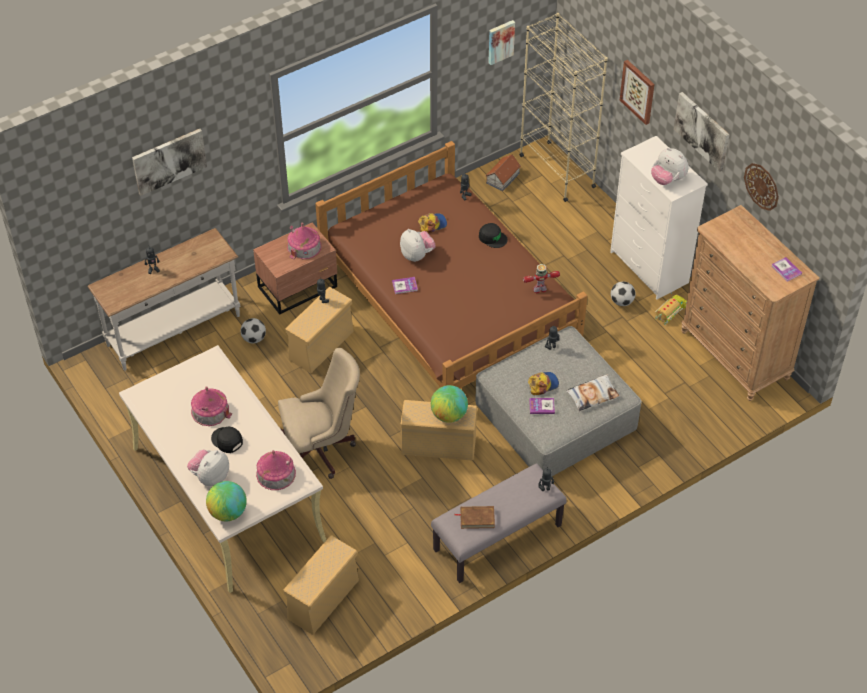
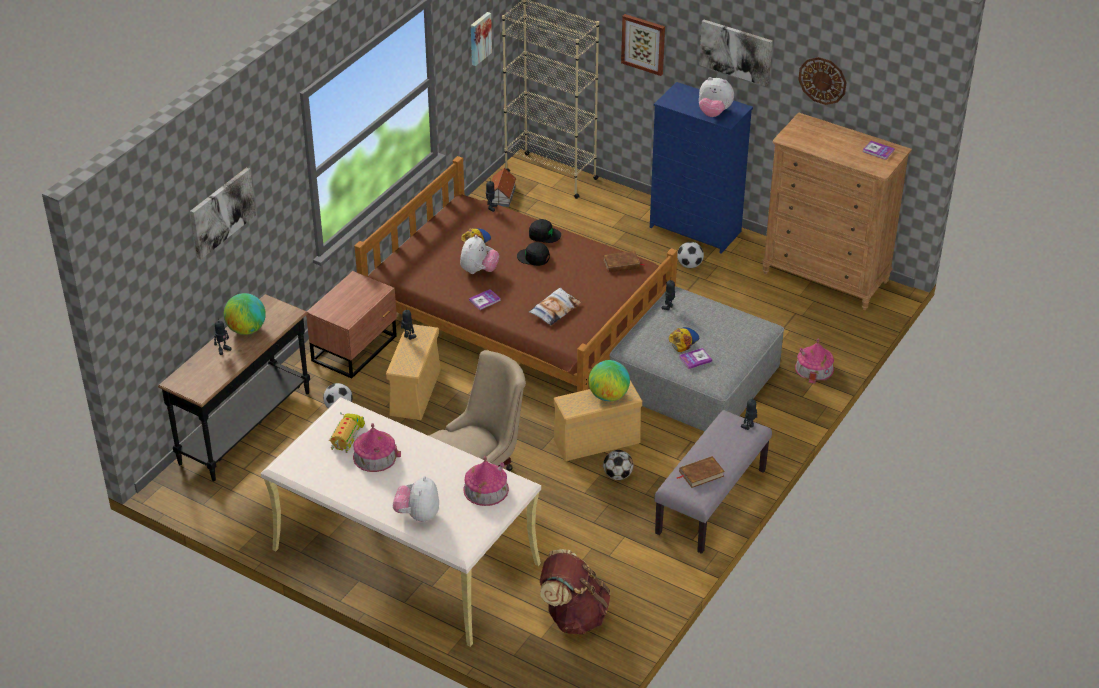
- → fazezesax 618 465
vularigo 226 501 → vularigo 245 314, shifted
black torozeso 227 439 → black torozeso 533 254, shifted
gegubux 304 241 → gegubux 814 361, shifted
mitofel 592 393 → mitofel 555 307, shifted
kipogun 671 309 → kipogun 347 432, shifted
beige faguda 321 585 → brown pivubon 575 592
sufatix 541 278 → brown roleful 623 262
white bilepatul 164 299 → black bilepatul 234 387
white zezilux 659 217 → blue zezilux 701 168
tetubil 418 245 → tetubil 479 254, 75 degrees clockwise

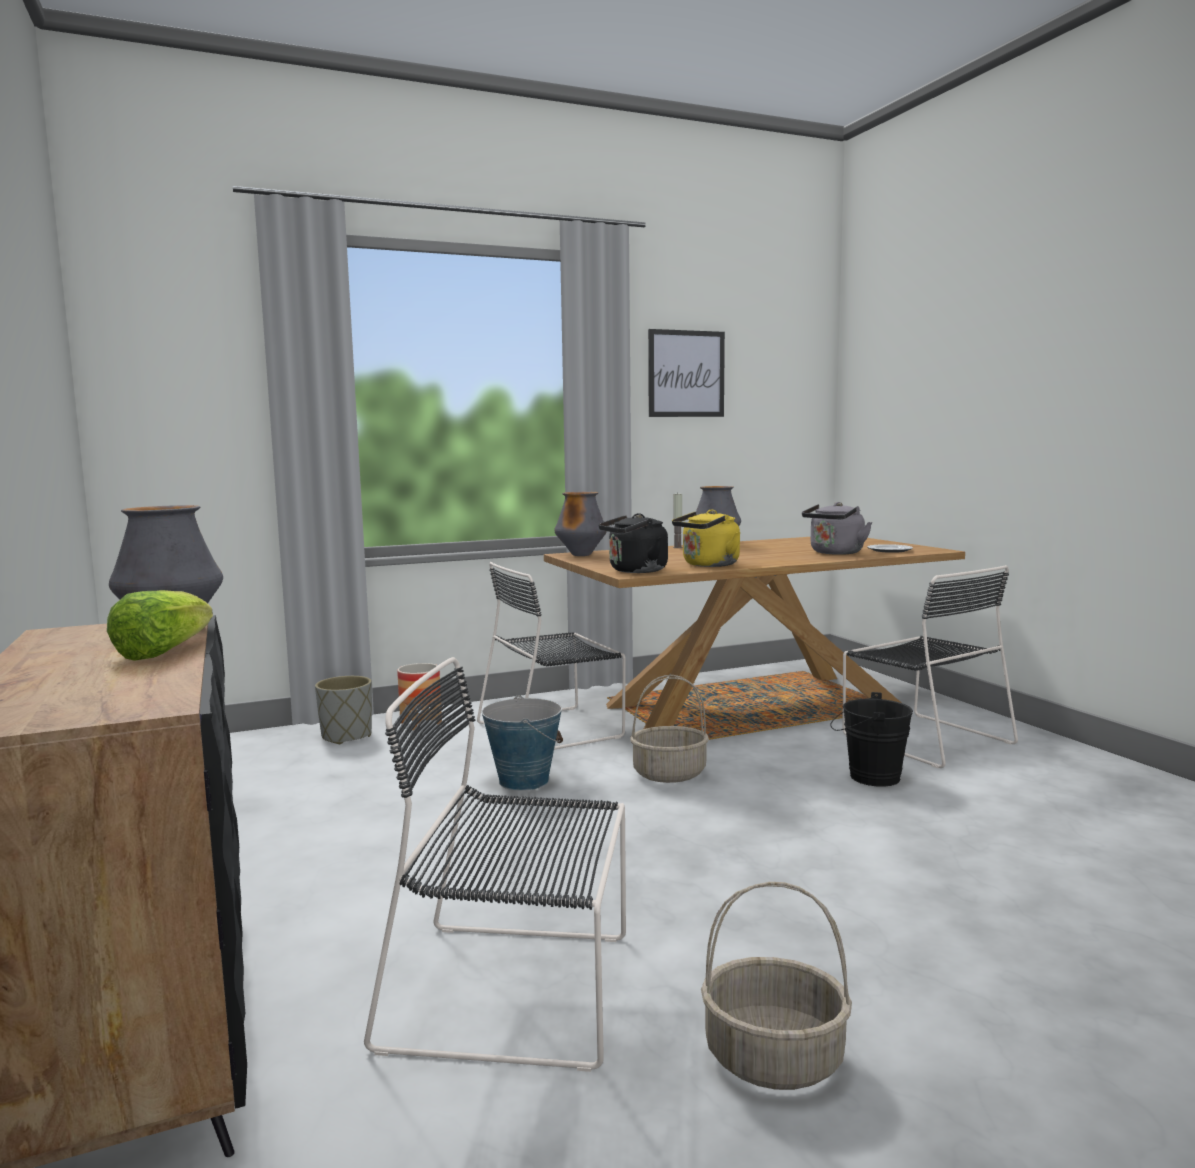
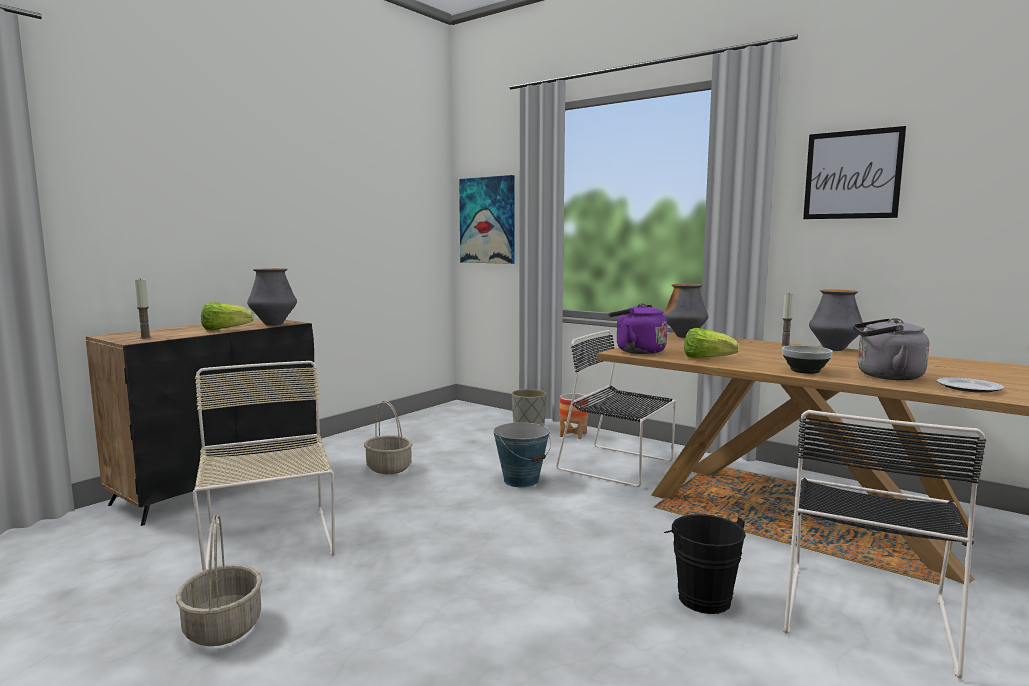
- → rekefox 143 309
- → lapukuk 487 219
- → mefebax 807 359
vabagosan 669 729 → vabagosan 388 437, shifted
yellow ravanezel 706 538 → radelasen 711 343
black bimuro 495 864 → beige bimuro 264 466
black ravanezel 633 543 → purple ravanezel 637 328

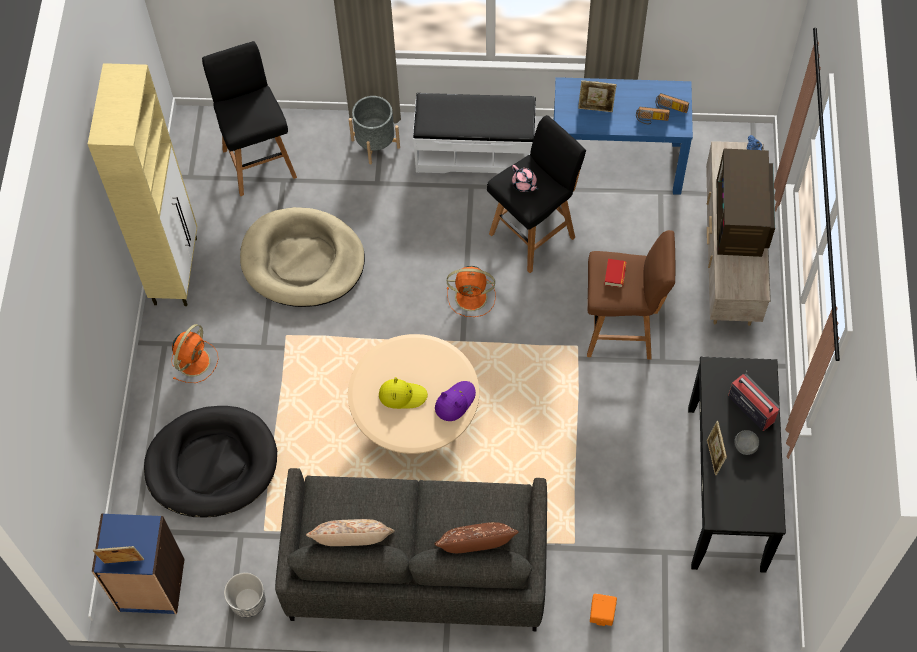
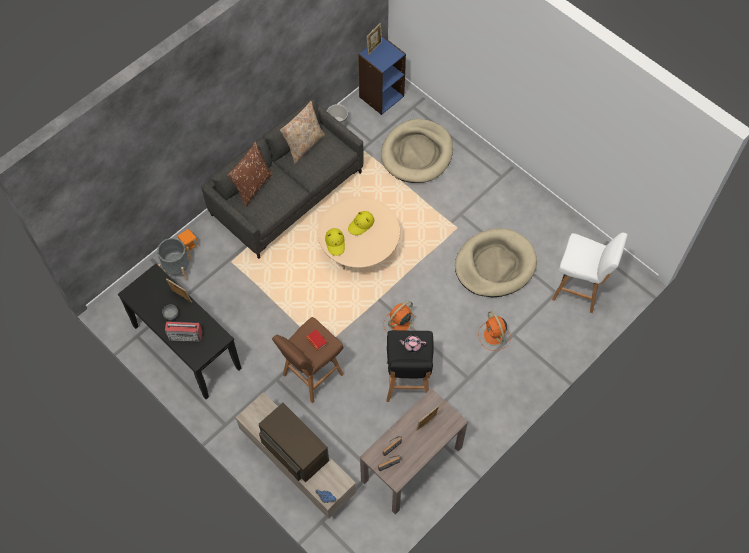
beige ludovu 142 184 → -
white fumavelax 474 133 → -
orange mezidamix 195 353 → orange mezidamix 494 331, shifted
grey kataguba 374 130 → grey kataguba 174 259, shifted
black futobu 210 461 → beige futobu 417 151
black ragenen 249 118 → white ragenen 590 273
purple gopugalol 455 401 → yellow gopugalol 335 242
blue bilepatul 623 136 → brown bilepatul 413 451

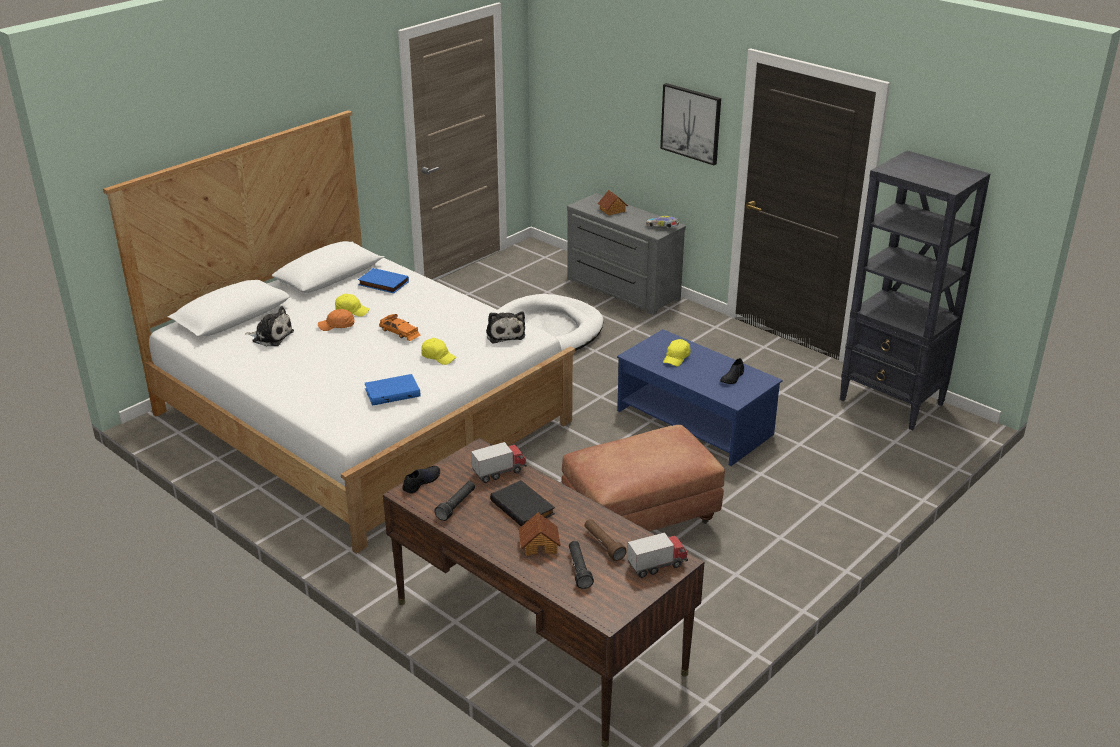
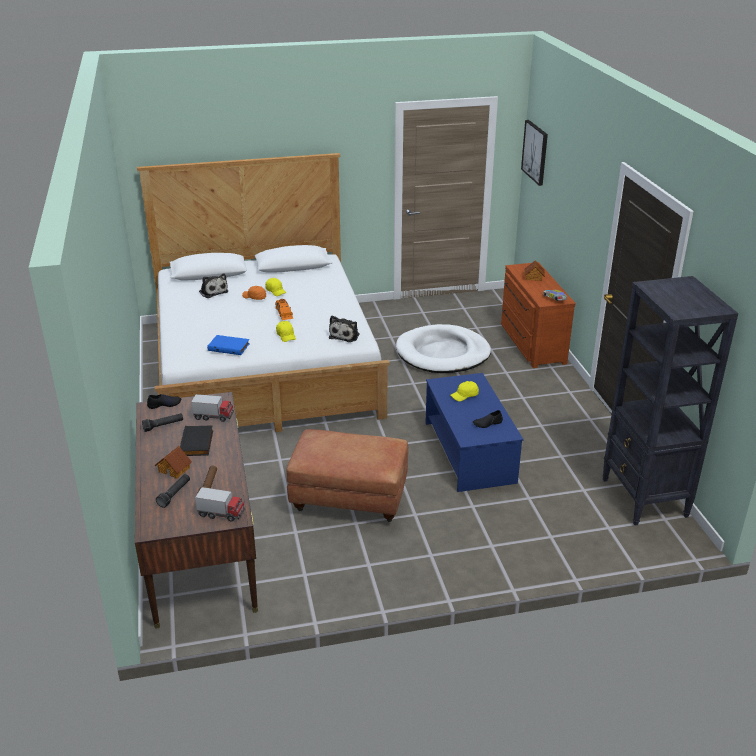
blue roleful 383 280 → -
lapukuk 690 124 → lapukuk 534 153, shifted
grey zezilux 626 254 → brown zezilux 538 315

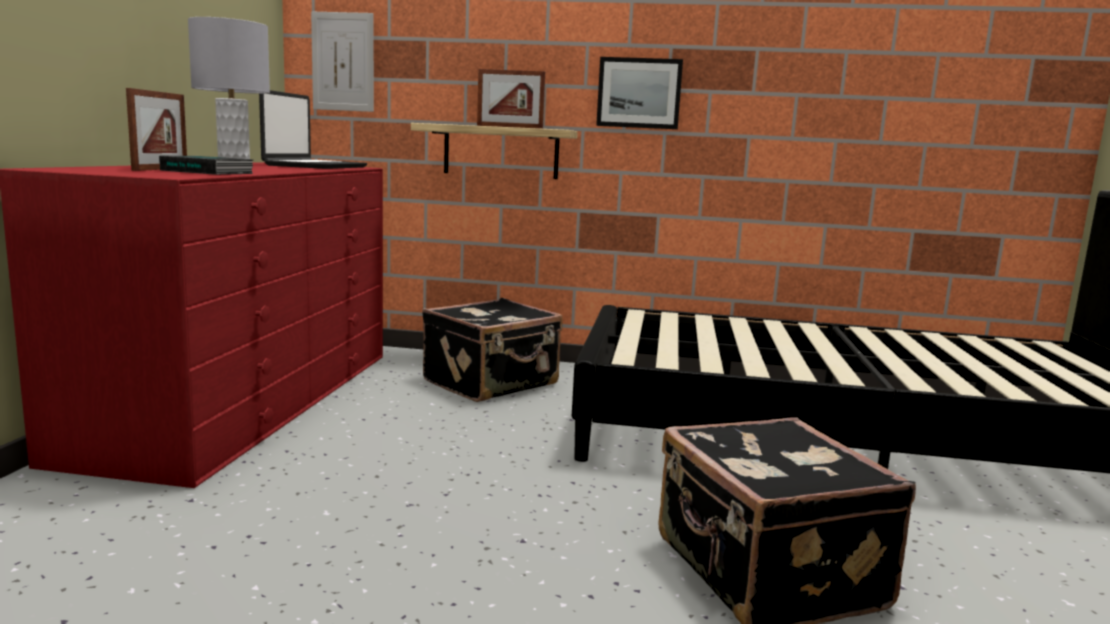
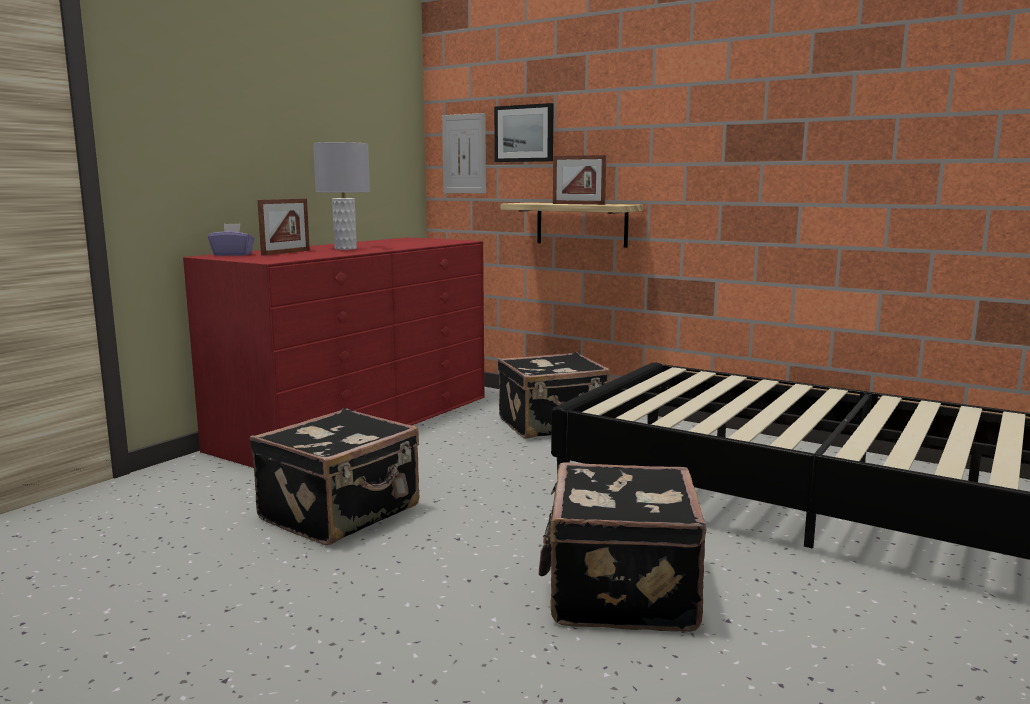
roleful 206 165 → -
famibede 313 129 → -
- → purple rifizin 231 239
- → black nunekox 334 476
lapukuk 639 93 → lapukuk 524 132, shifted

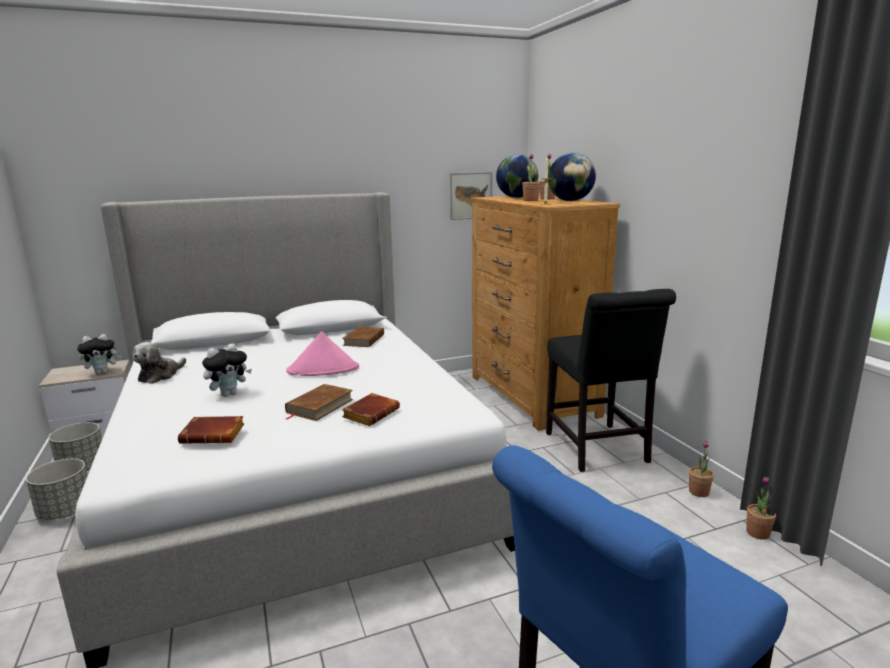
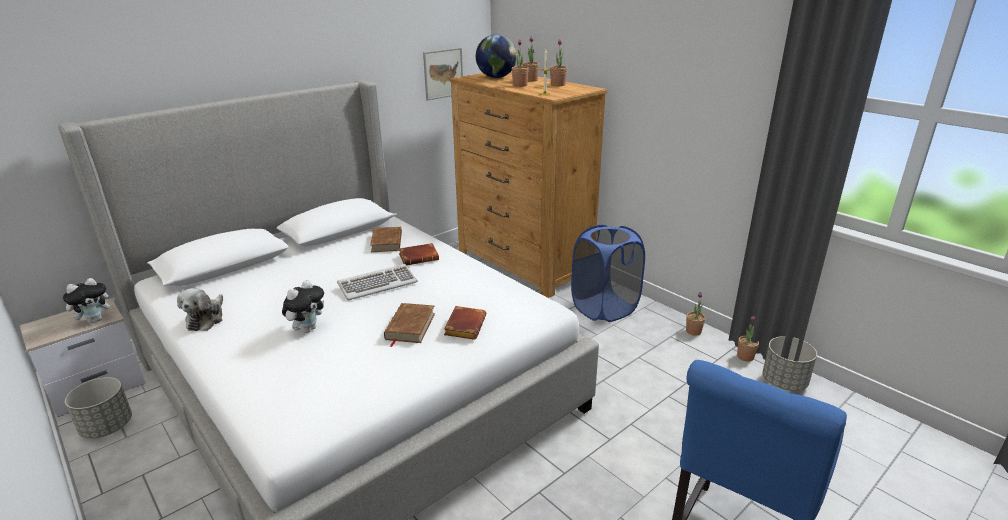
grey kataguba 57 489 → grey kataguba 790 363, shifted
brown roleful 211 430 → brown roleful 419 254, shifted
pink gopugalol 322 354 → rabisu 377 282
black bimuro 611 380 → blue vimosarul 608 273
vularigo 572 177 → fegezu 558 62

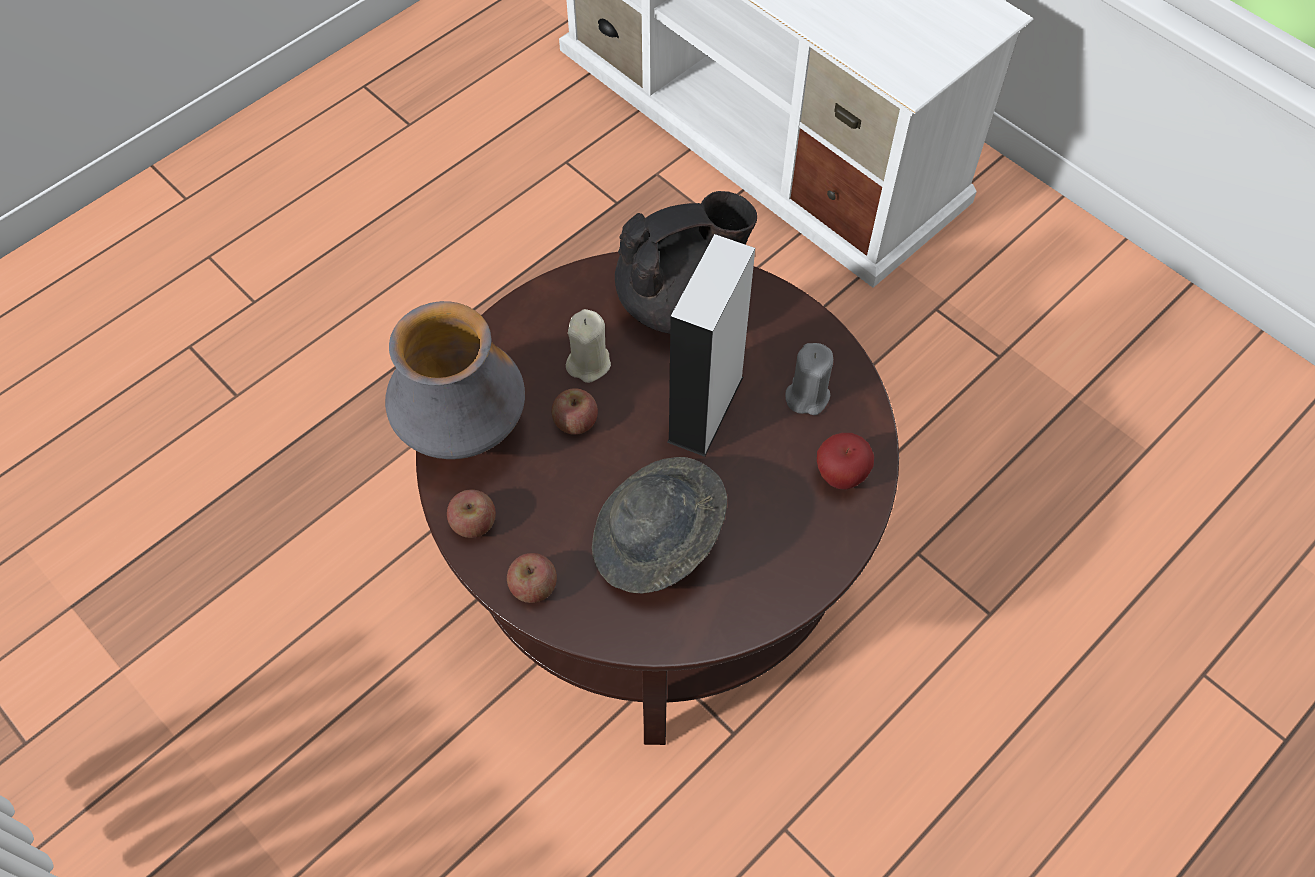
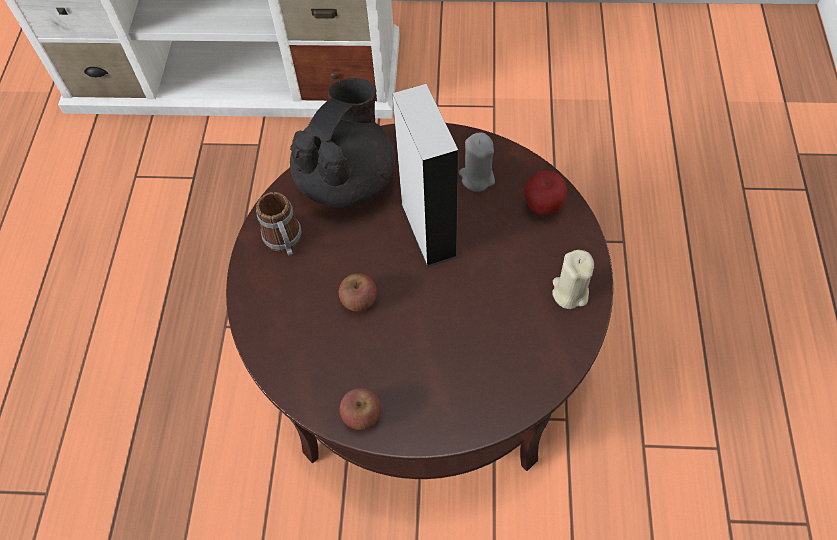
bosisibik 455 380 → -
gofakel 532 578 → -
grey gopugalol 660 525 → -
- → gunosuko 279 224
beige rekefox 588 346 → beige rekefox 573 279, shifted

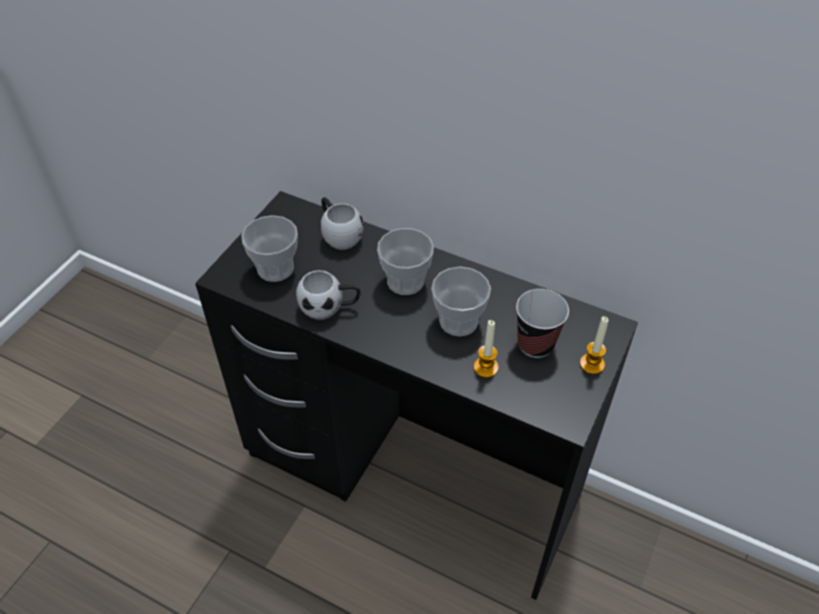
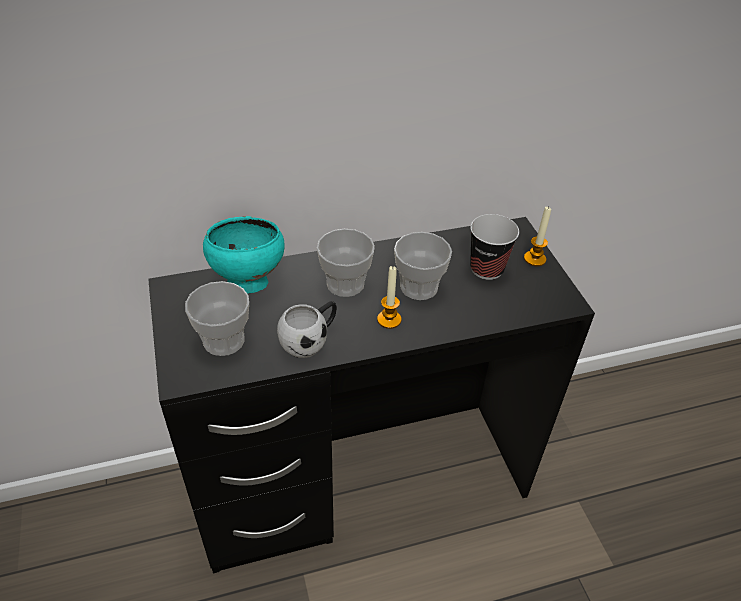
rekefox 486 349 → rekefox 389 297, shifted
white gunosuko 342 223 → turquoise mefebax 244 255

